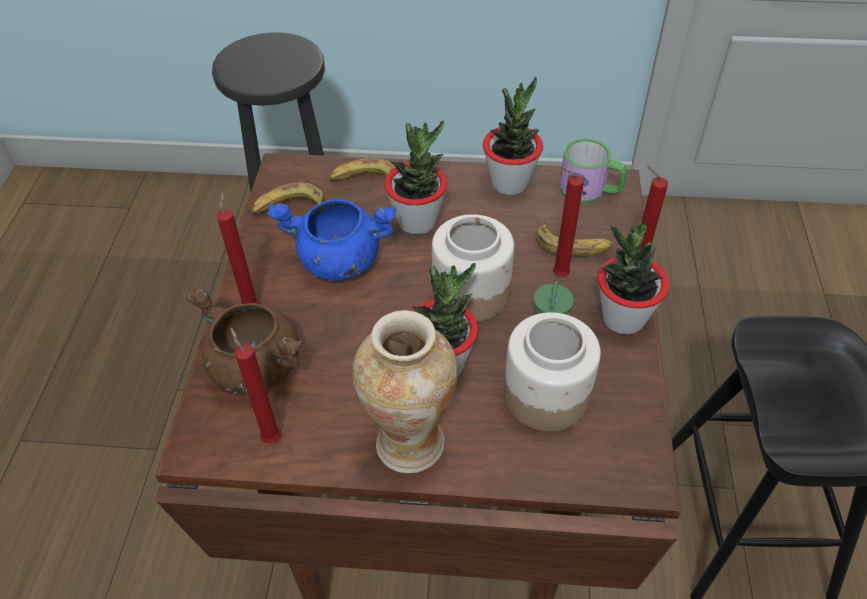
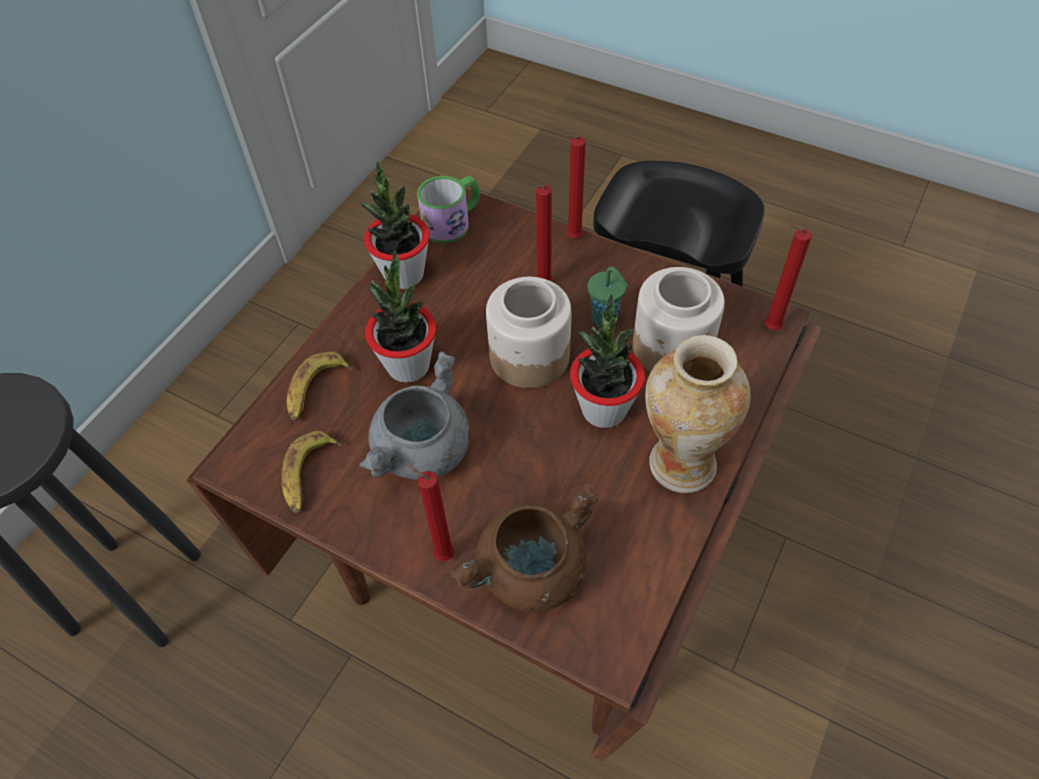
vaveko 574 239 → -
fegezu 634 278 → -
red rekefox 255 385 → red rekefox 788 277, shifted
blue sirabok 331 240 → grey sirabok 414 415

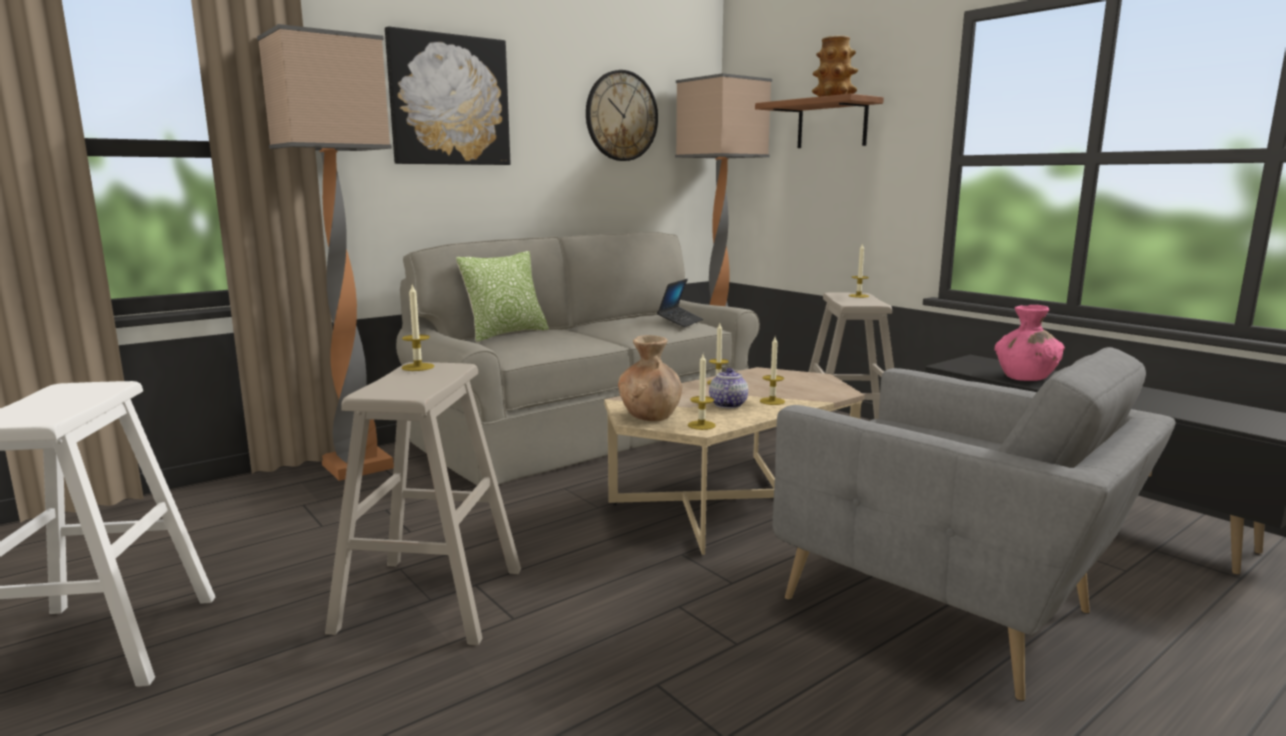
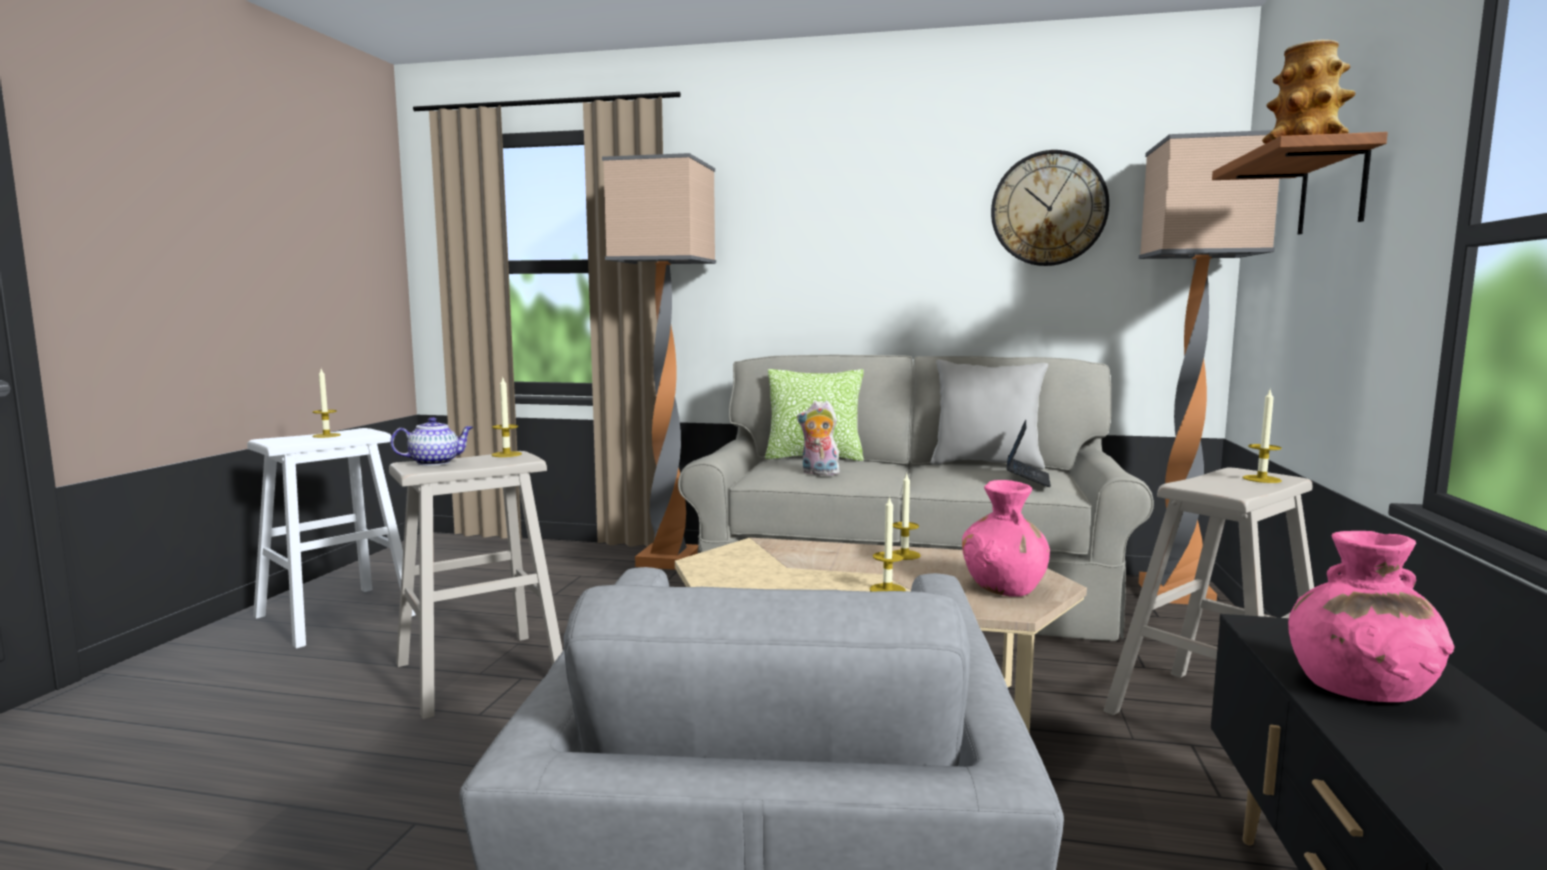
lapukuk 448 95 → -
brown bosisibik 650 378 → -
- → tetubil 818 438
- → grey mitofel 989 415
- → pink bosisibik 1006 538
rekefox 702 392 → rekefox 326 403, shifted
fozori 728 388 → fozori 431 441, shifted
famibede 680 303 → famibede 1029 453, 60 degrees counterclockwise

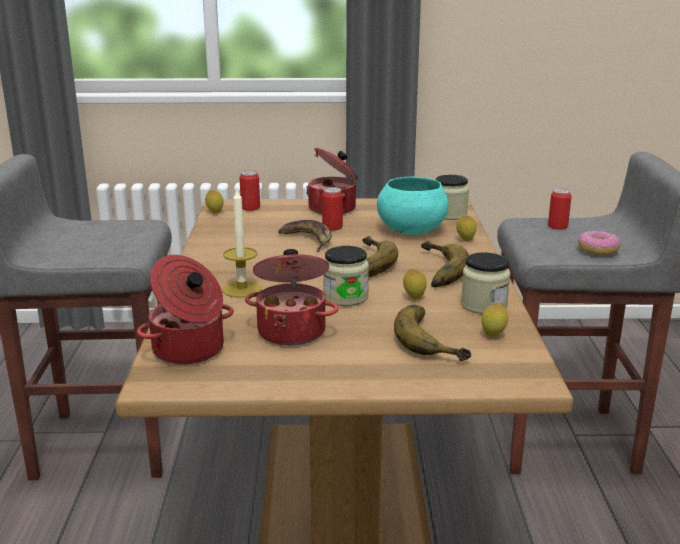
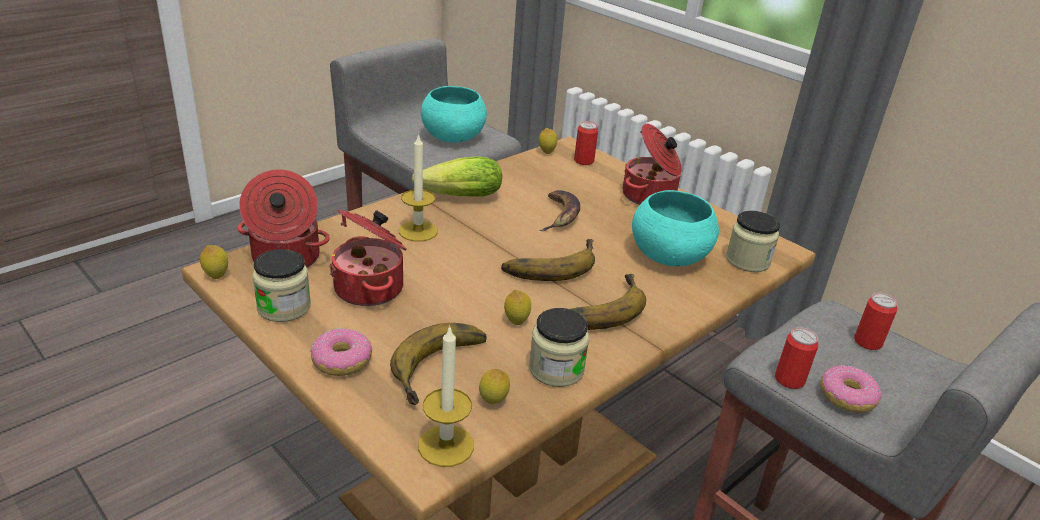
- → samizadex 341 352
- → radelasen 457 176
- → rekefox 446 396
- → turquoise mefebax 454 114
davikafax 332 208 → davikafax 796 358, shifted
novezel 346 276 → novezel 281 285, shifted
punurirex 467 228 → punurirex 214 262, shifted

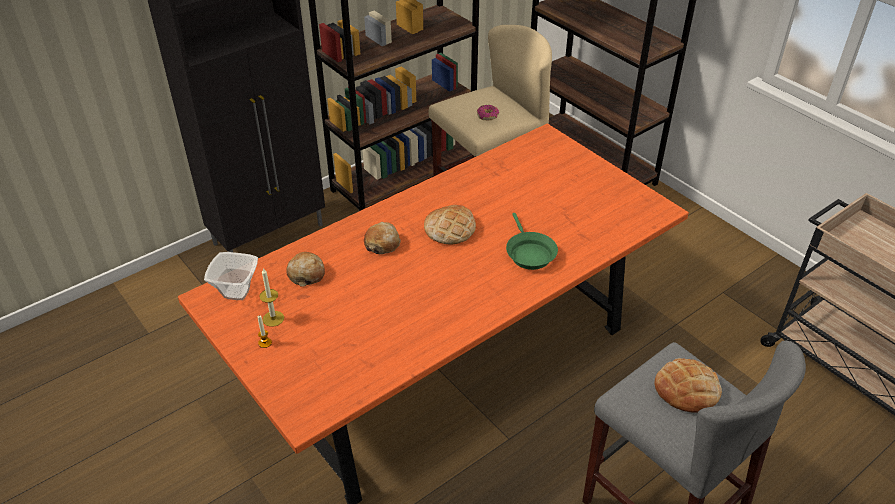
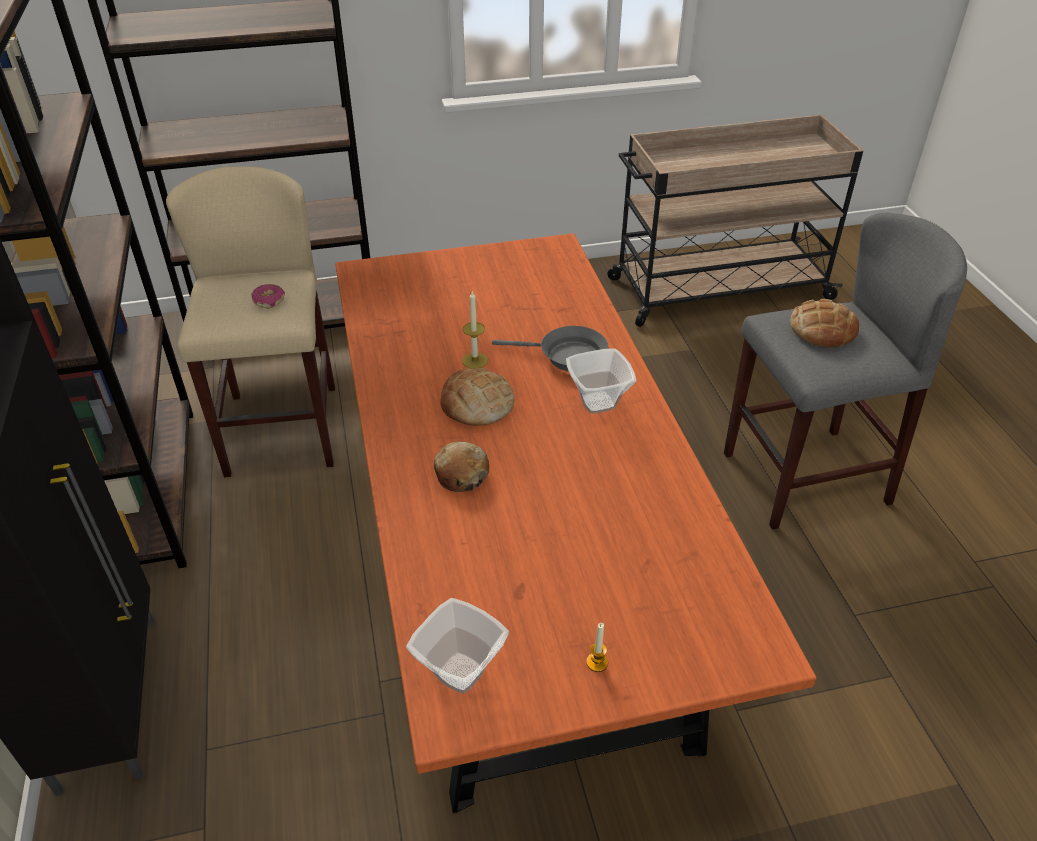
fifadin 305 269 → -
- → mefebax 601 380
rekefox 271 297 → rekefox 475 330, shifted
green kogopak 532 241 → grey kogopak 550 349

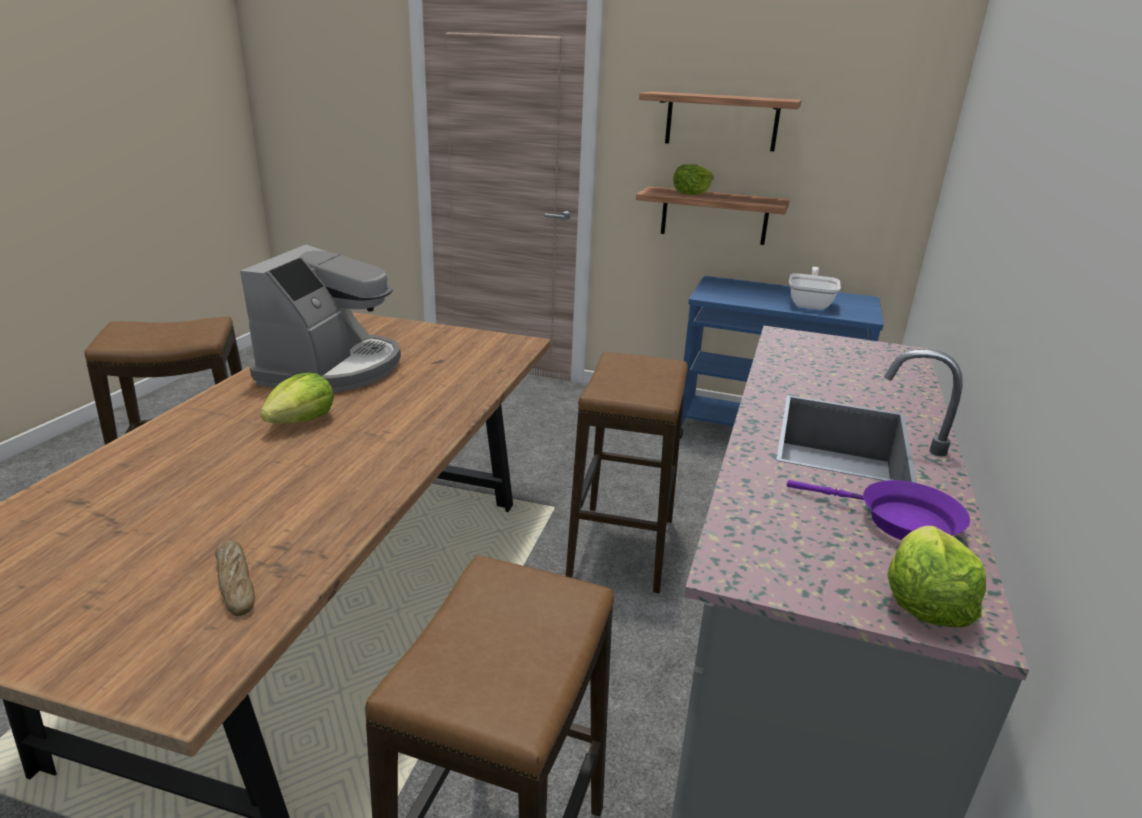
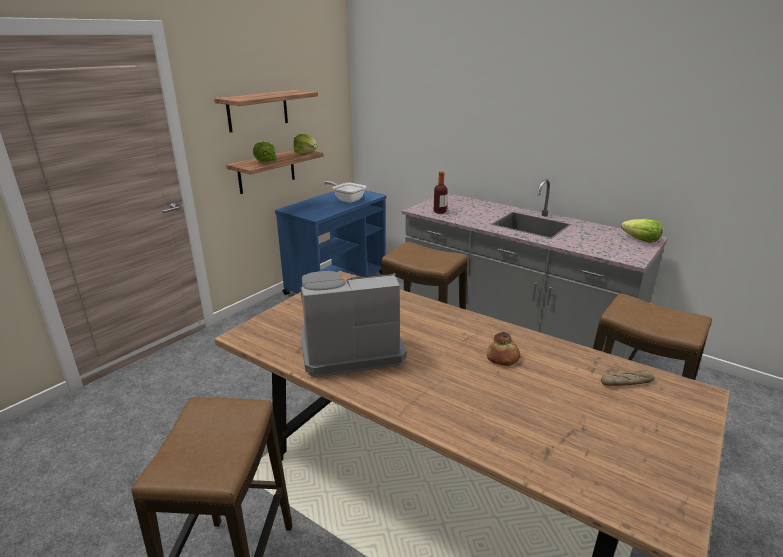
purple kogopak 878 510 → -
- → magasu 441 193
- → fifadin 503 349
radelasen 297 398 → radelasen 305 144, shifted
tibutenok 320 319 → tibutenok 353 324, 45 degrees counterclockwise

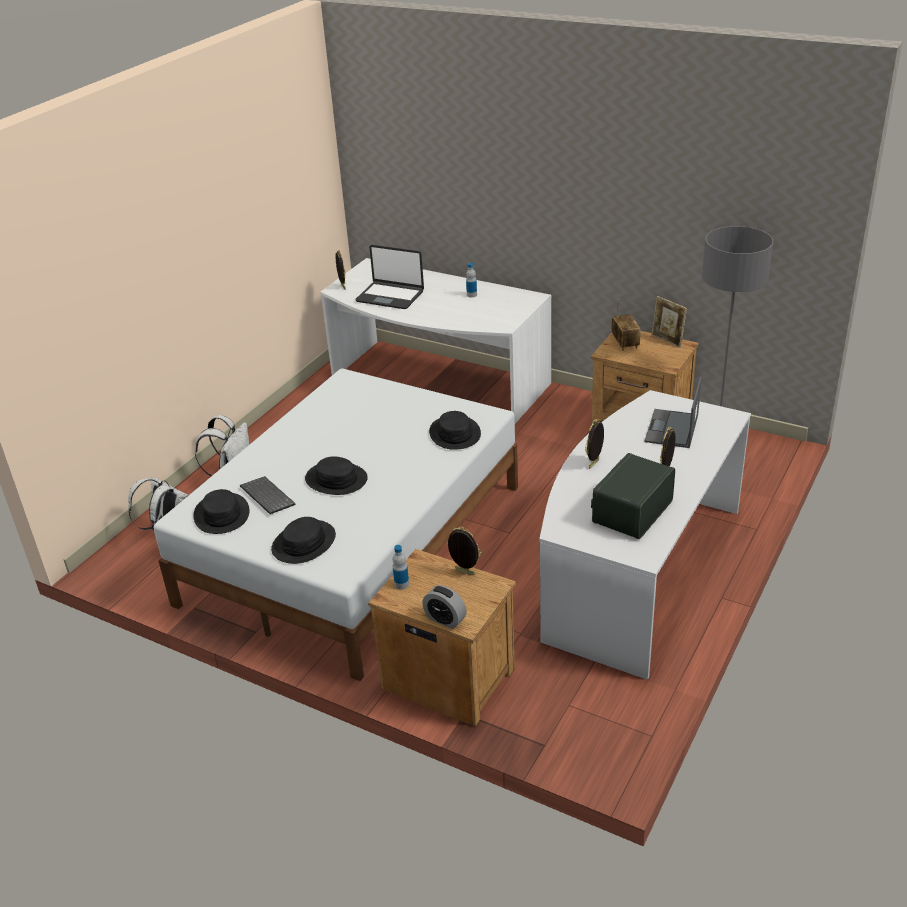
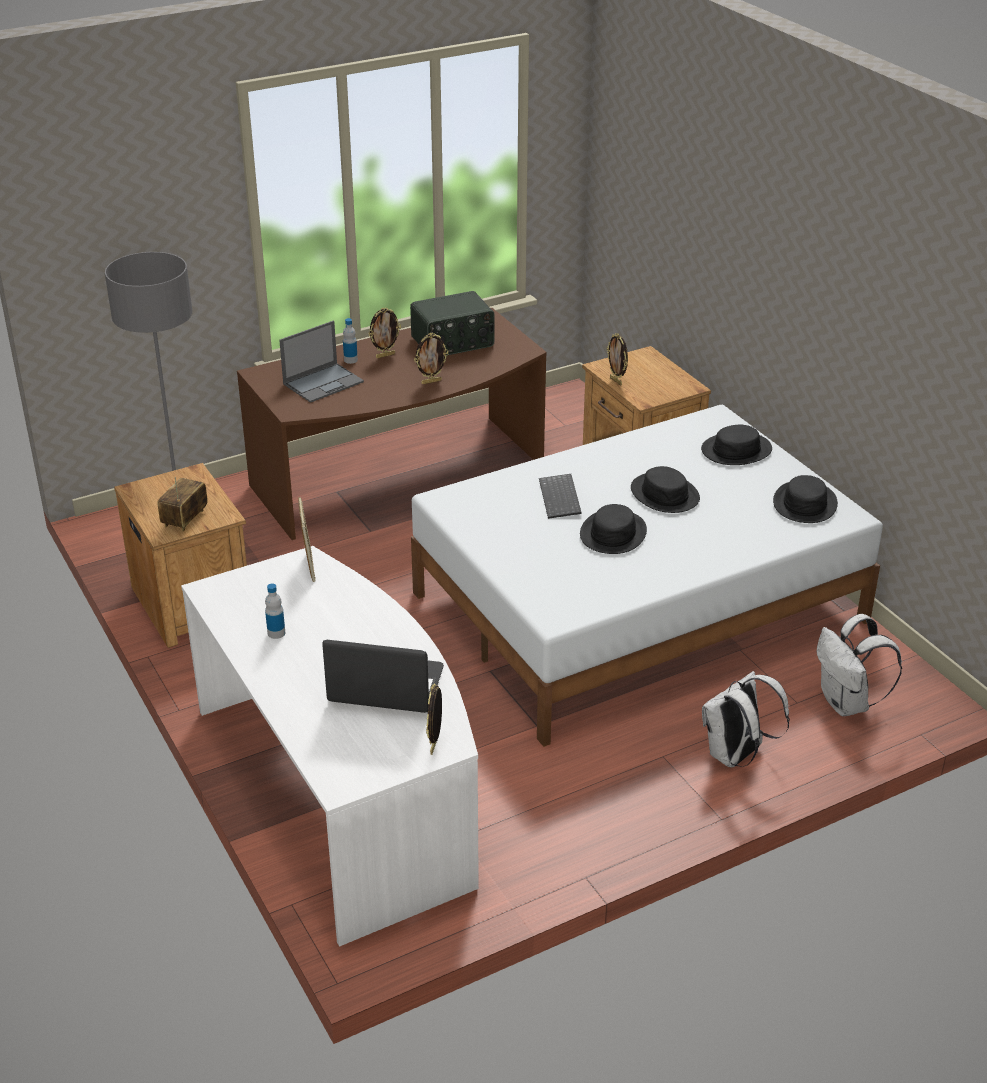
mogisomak 444 607 → -
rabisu 268 495 → rabisu 560 496, shifted
magasu 401 567 → magasu 350 341, shifted
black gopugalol 455 430 → black gopugalol 613 529, shifted
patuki 669 322 → patuki 307 539, shifted
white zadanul 645 535 → brown zadanul 392 424
famibede 389 277 → famibede 383 676, 45 degrees counterclockwise

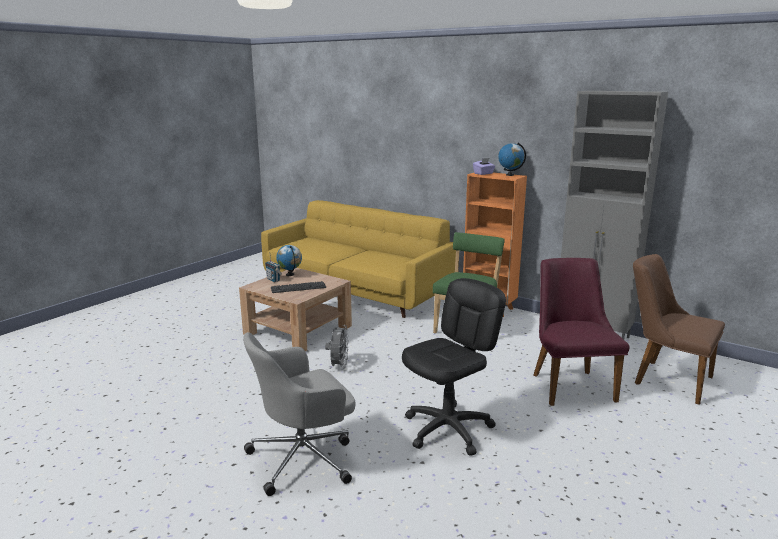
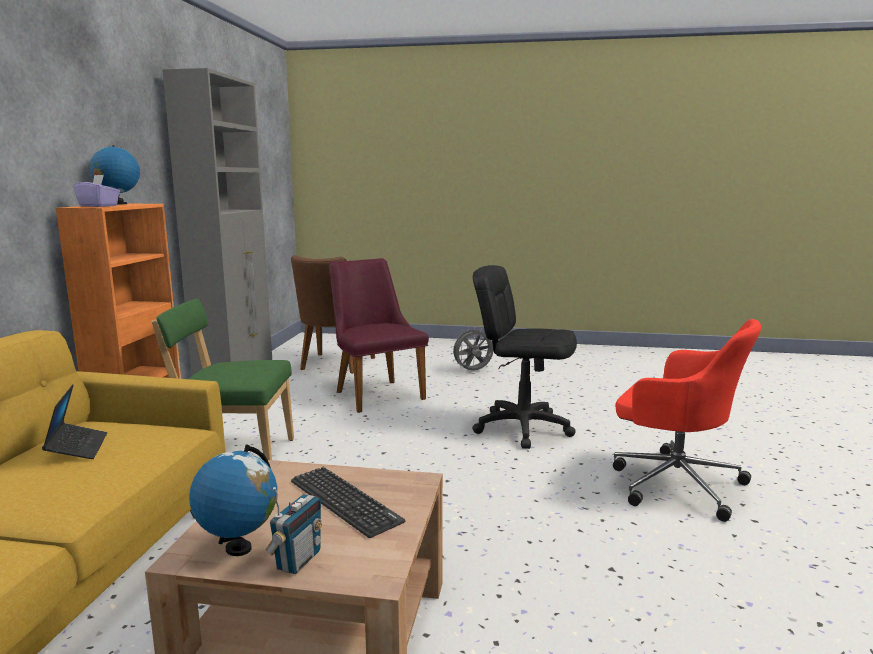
- → famibede 74 421
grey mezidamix 337 347 → grey mezidamix 472 349, shifted
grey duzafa 299 414 → red duzafa 687 420
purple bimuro 581 332 → purple bimuro 379 335, 90 degrees clockwise

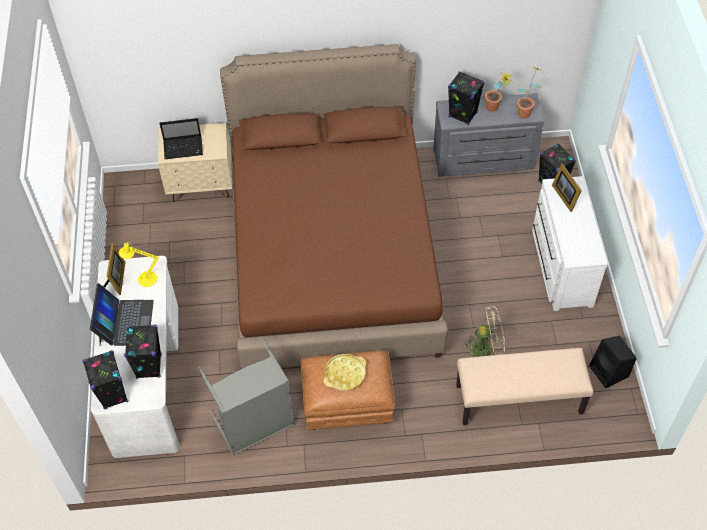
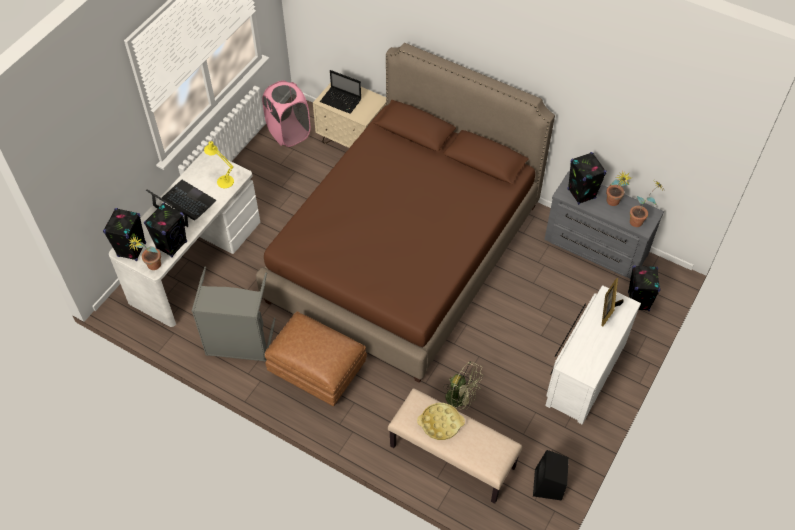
patuki 114 269 → -
- → fegezu 144 253
- → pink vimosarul 286 113
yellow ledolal 345 372 → yellow ledolal 441 421, shifted
famibede 122 314 → famibede 181 203, 90 degrees counterclockwise

